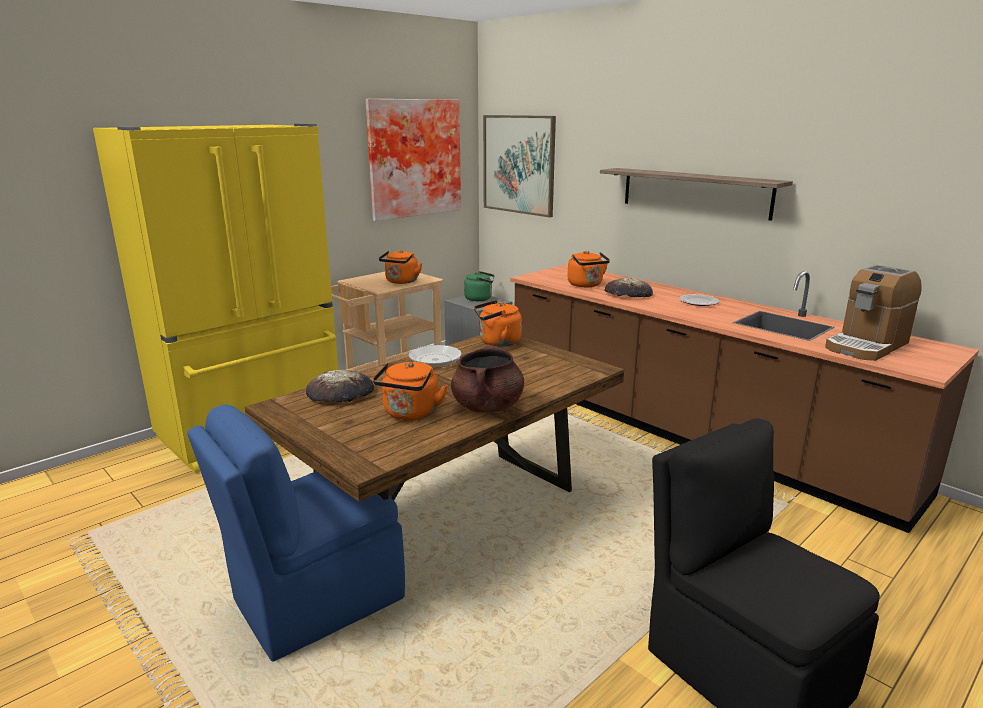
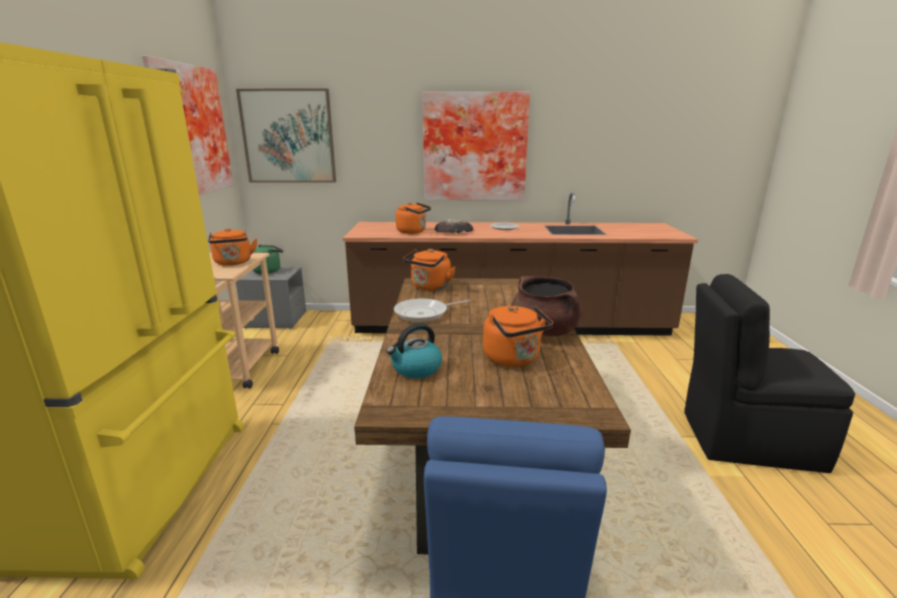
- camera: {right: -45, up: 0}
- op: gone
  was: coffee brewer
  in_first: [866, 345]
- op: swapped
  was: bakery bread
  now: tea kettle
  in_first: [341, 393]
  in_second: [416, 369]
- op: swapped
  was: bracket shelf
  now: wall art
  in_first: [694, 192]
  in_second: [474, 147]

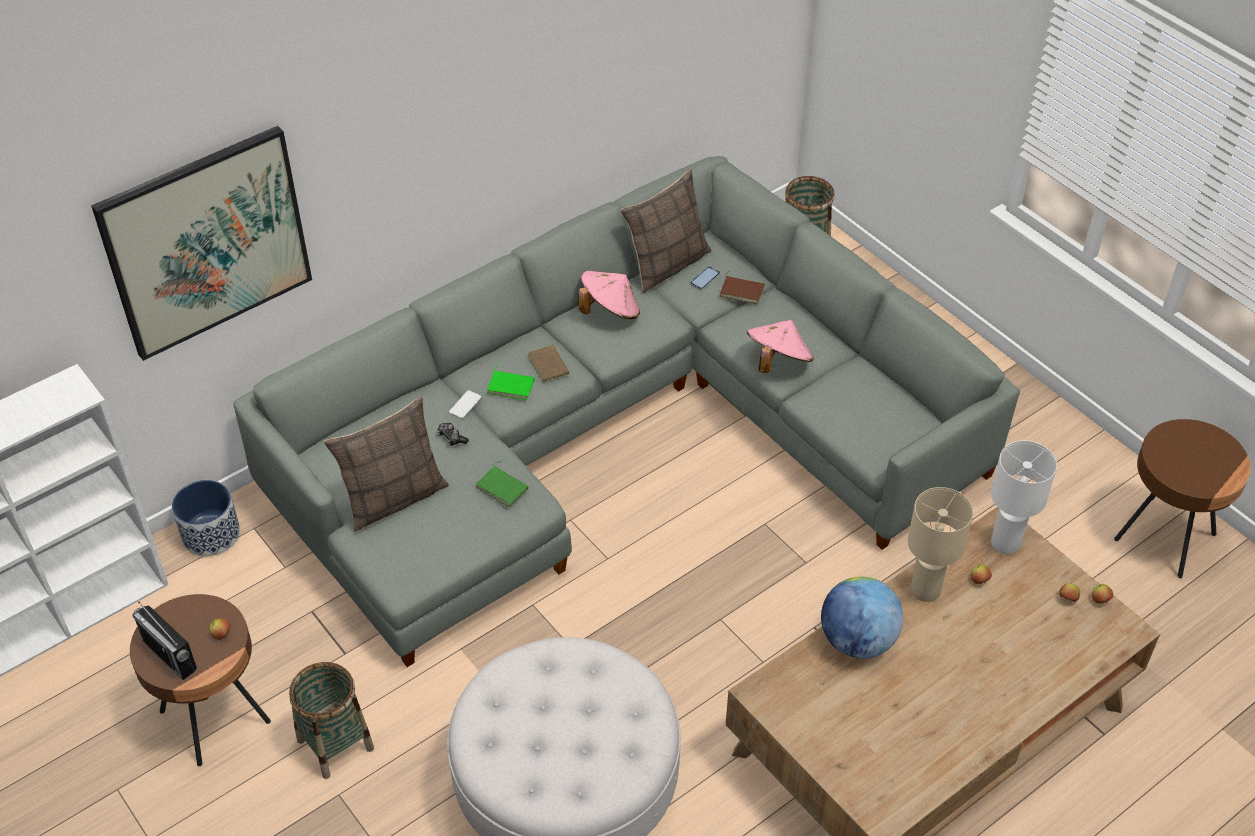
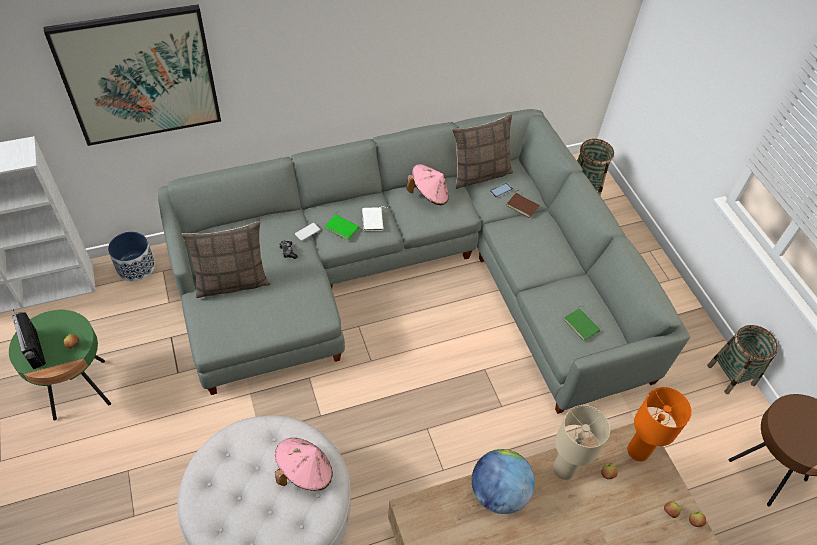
- camera: {right: 15, up: 5}
- op: shifted
  was: storage basket
  in_first: [335, 744]
  in_second: [731, 374]
- op: shifted
  was: book (green-coloured)
  in_first: [503, 487]
  in_second: [582, 325]
- op: shifted
  was: clothing hat (pink-coloured)
  in_first: [778, 361]
  in_second: [304, 471]
- op: repainted
  was: end table (brownish)
  now: end table (green-coloured)
  in_first: [215, 717]
  in_second: [80, 389]
- op: repainted
  was: book (brownish)
  now: book (white-coloured)
  in_first: [550, 365]
  in_second: [373, 220]
- op: repainted
  was: tabletop lamp (white-coloured)
  now: tabletop lamp (orange-coloured)
  in_first: [1004, 543]
  in_second: [637, 451]

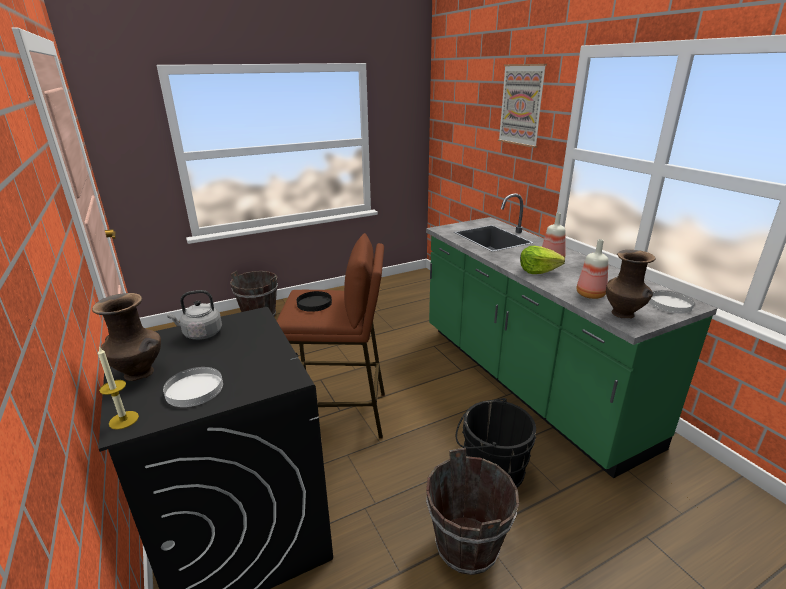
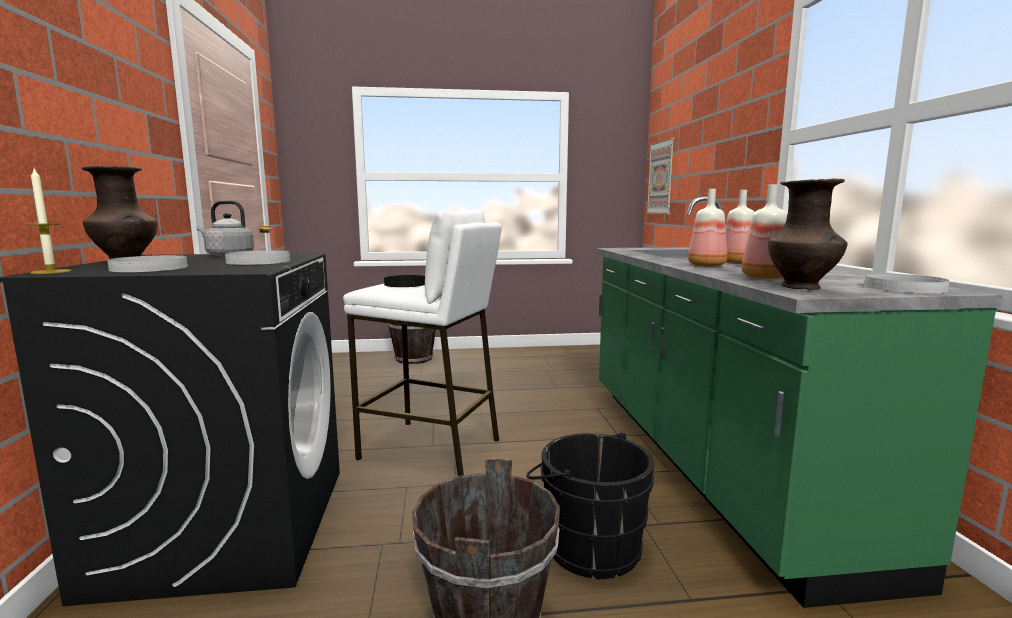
- camera: {right: 20, up: -15}
- op: new
  now: plate (white-coloured)
  in_second: [258, 261]
- op: shifted
  was: wall art
  in_first: [521, 105]
  in_second: [661, 178]
- op: swapped
  was: lettuce head
  now: bottle
  in_first: [538, 271]
  in_second: [705, 265]
- op: repainted
  was: stool (brownish)
  now: stool (white-coloured)
  in_first: [341, 415]
  in_second: [431, 449]

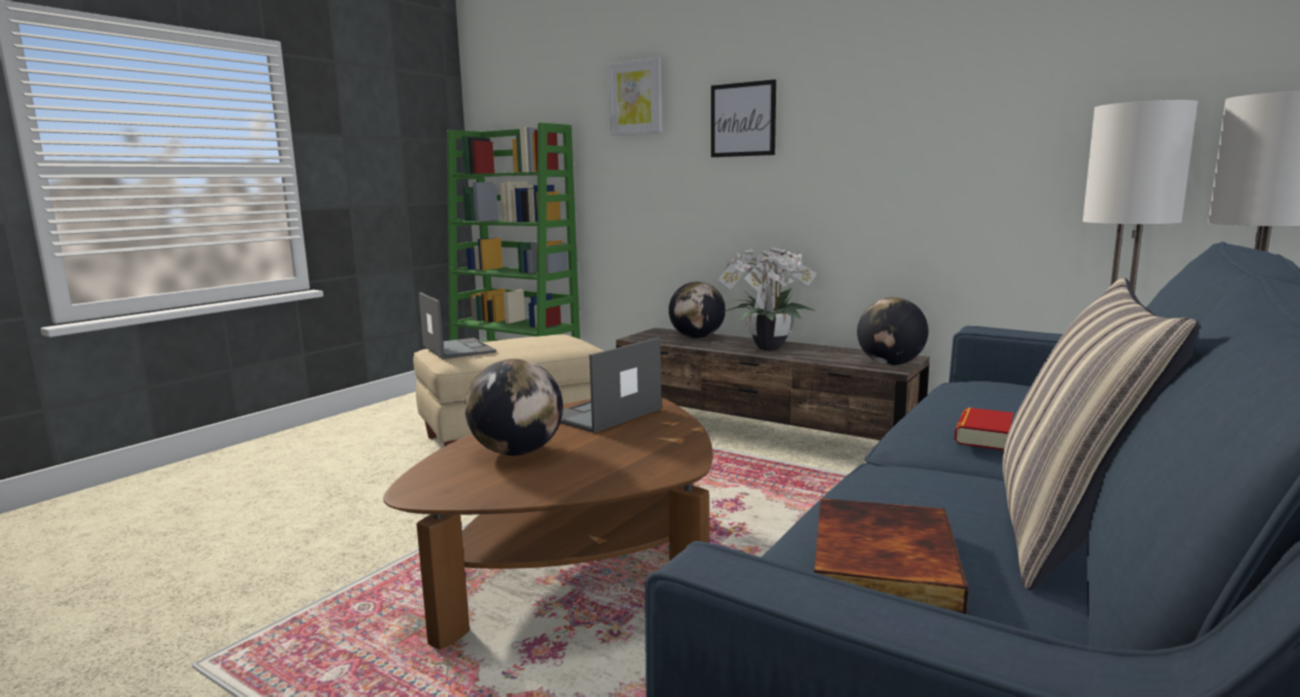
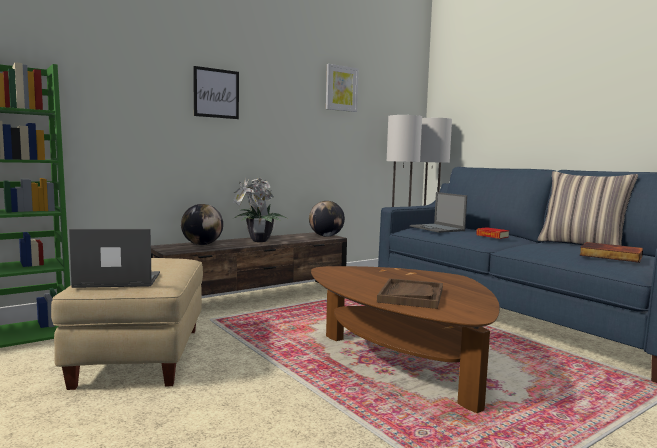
- camera: {right: -70, up: -5}
- op: shifted
  was: notebook computer
  in_first: [603, 414]
  in_second: [437, 228]
- op: shifted
  was: wall art
  in_first: [636, 98]
  in_second: [341, 88]
- op: swapped
  was: desk globe
  now: tray (brownish)
  in_first: [517, 452]
  in_second: [411, 295]

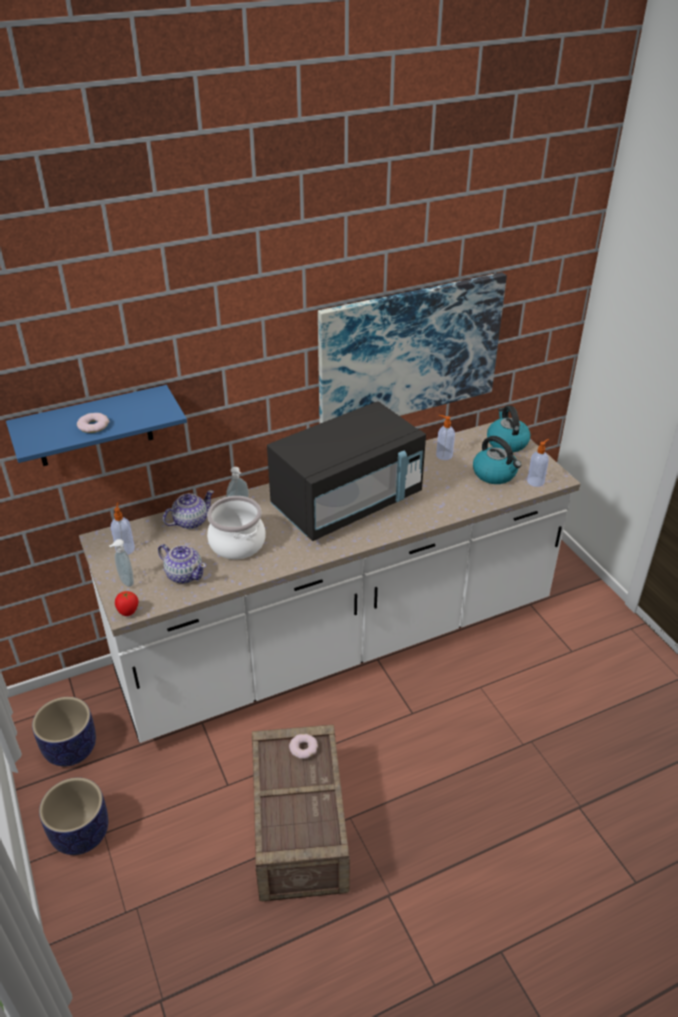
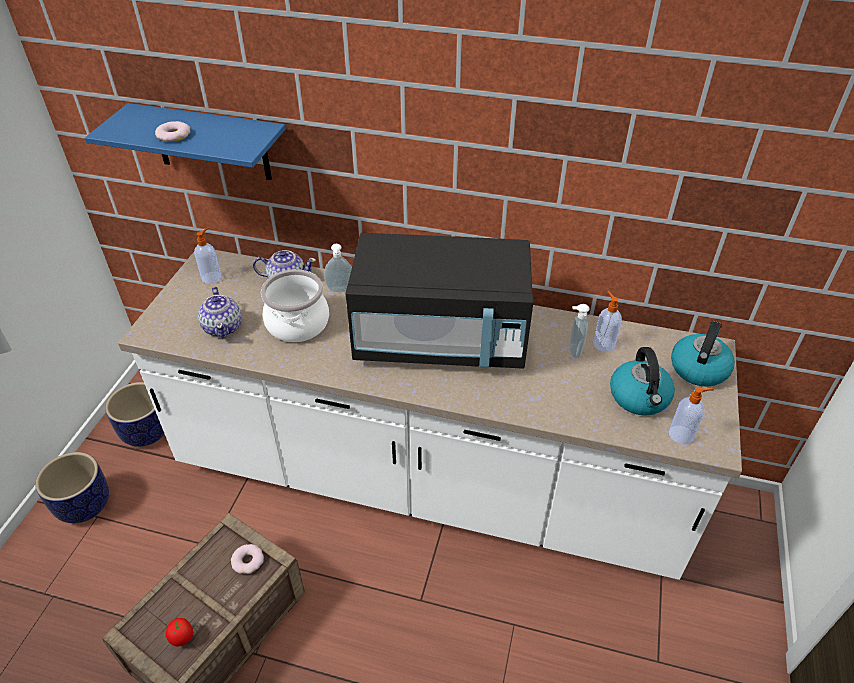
- camera: {right: 40, up: 5}
- op: gone
  was: wall art
  in_first: [409, 352]
- op: shifted
  was: soap dispenser
  in_first: [125, 582]
  in_second: [573, 351]
- op: shifted
  was: tomato
  in_first: [128, 612]
  in_second: [183, 639]

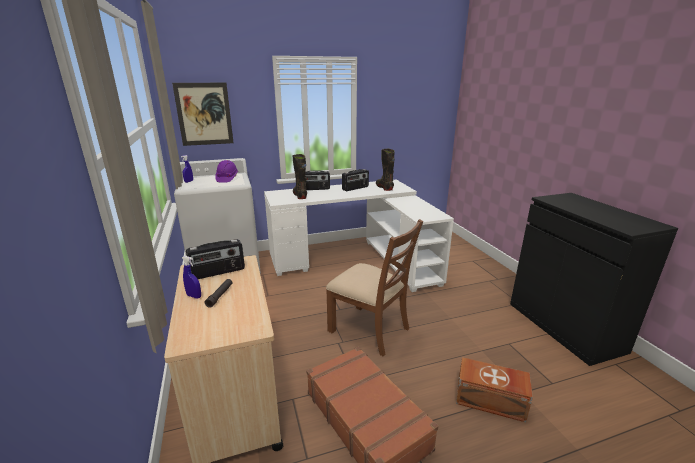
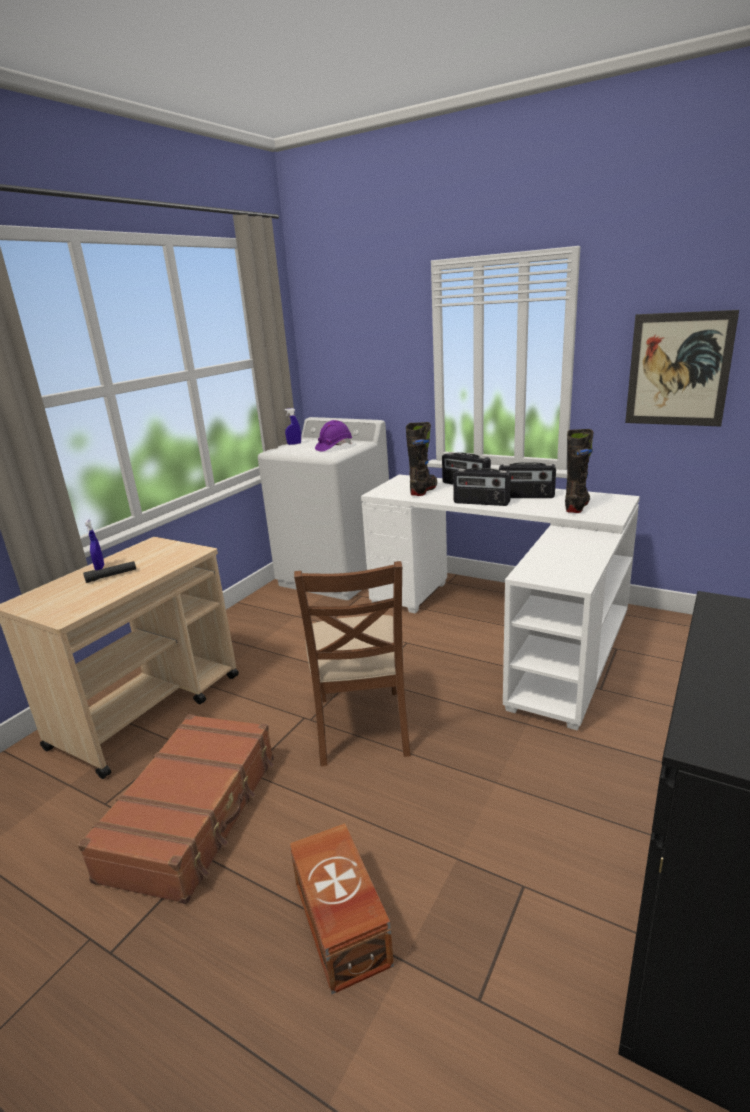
- camera: {right: 50, up: 0}
- op: shifted
  was: wall art
  in_first: [204, 114]
  in_second: [678, 370]
- op: shifted
  was: radio set
  in_first: [218, 272]
  in_second: [481, 503]

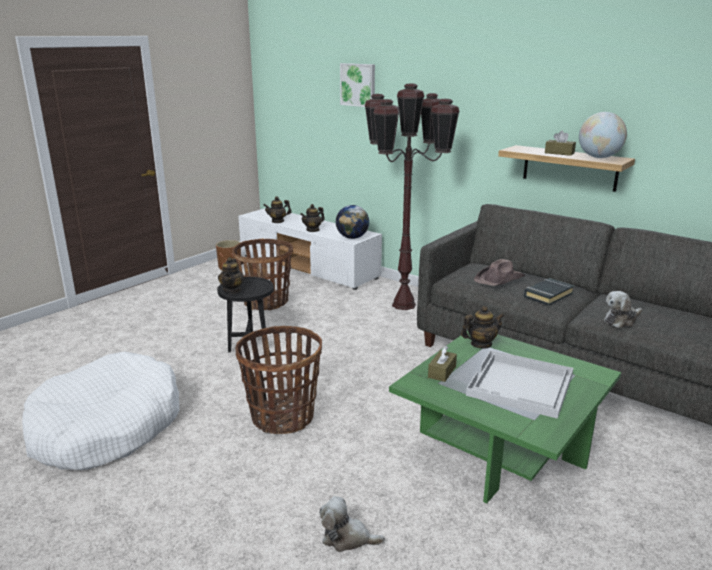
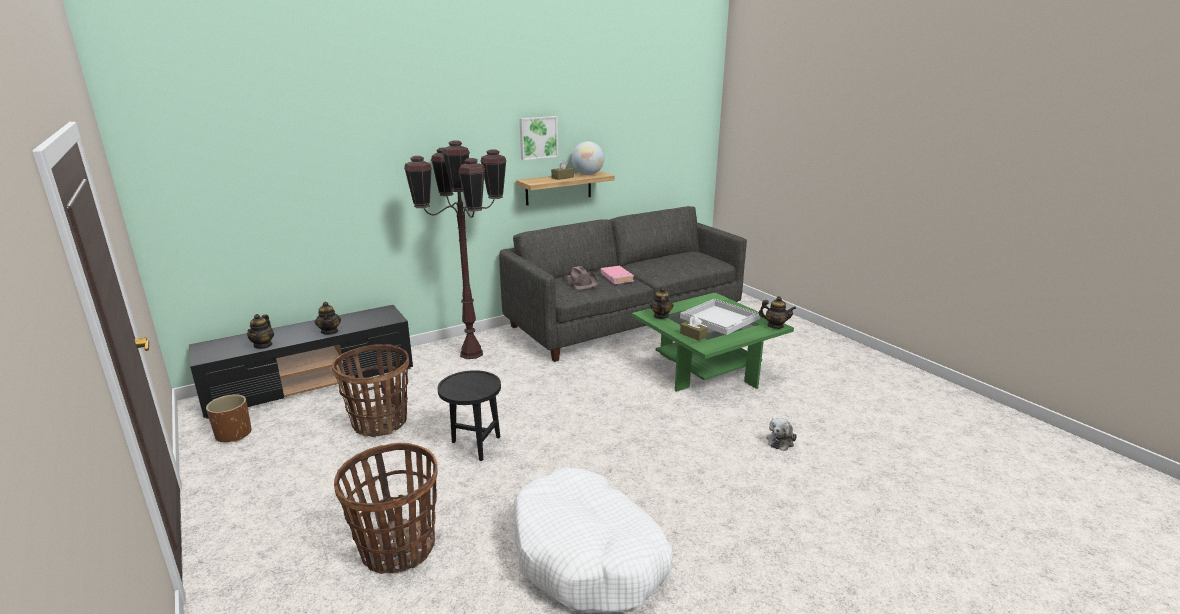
- camera: {right: -70, up: 0}
- op: gone
  was: desk globe
  in_first: [352, 237]
- op: gone
  was: soft toy
  in_first: [621, 320]
- op: shifted
  was: teapot
  in_first: [232, 290]
  in_second: [775, 326]
- op: shifted
  was: storage basket
  in_first: [282, 417]
  in_second: [397, 549]
- op: shifted
  was: wall art
  in_first: [358, 85]
  in_second: [538, 137]
- op: repainted
  was: tv unit (white-coloured)
  now: tv unit (black)
  in_first: [309, 267]
  in_second: [313, 382]
- op: repainted
  was: book (black)
  now: book (pink-coloured)
  in_first: [547, 295]
  in_second: [616, 277]

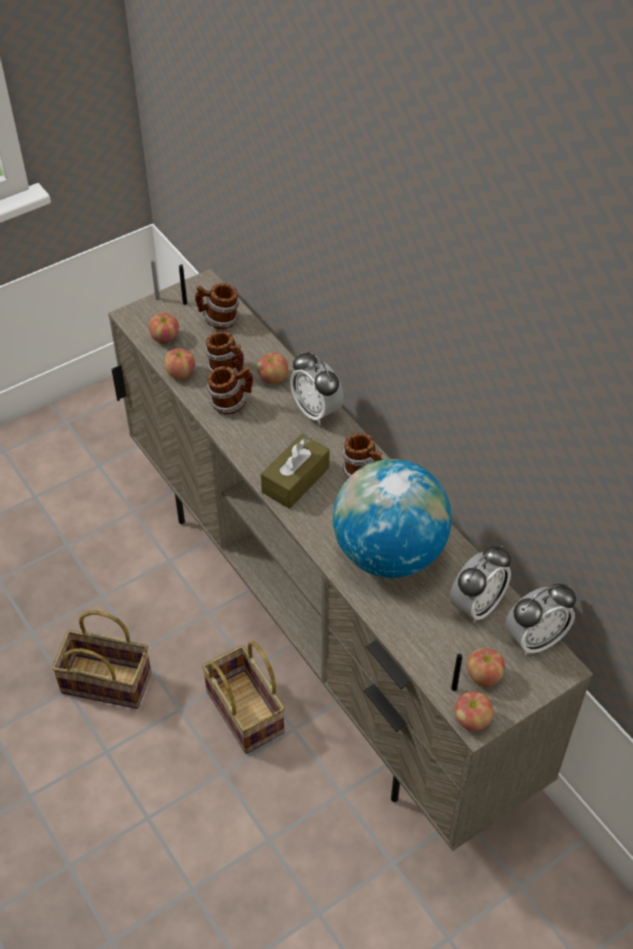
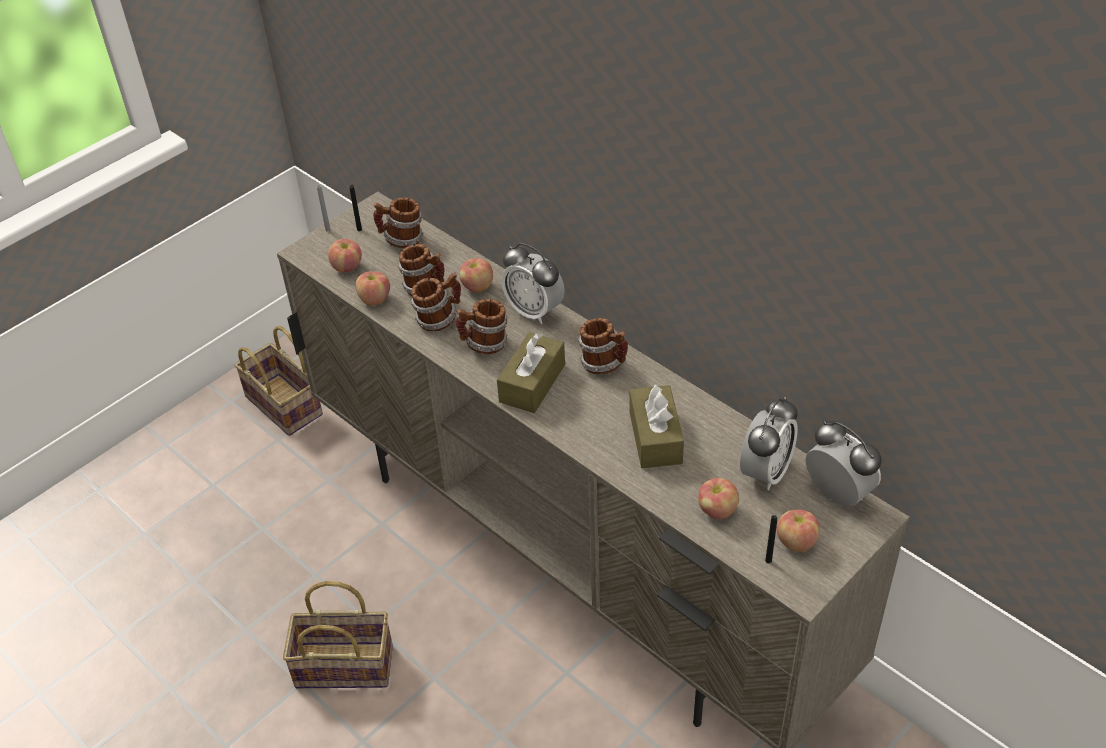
- camera: {right: -10, up: -5}
- op: new
  now: mug
  in_second: [484, 345]
- op: shifted
  was: storage basket
  in_first: [247, 712]
  in_second: [286, 406]
- op: shifted
  was: apple fruit
  in_first: [472, 720]
  in_second: [717, 510]
- op: swapped
  was: desk globe
  now: tissue box (brownish)
  in_first: [389, 553]
  in_second: [655, 437]
- op: rotated
  was: table clock
  in_first: [535, 639]
  in_second: [838, 494]
  clockwise: -90

